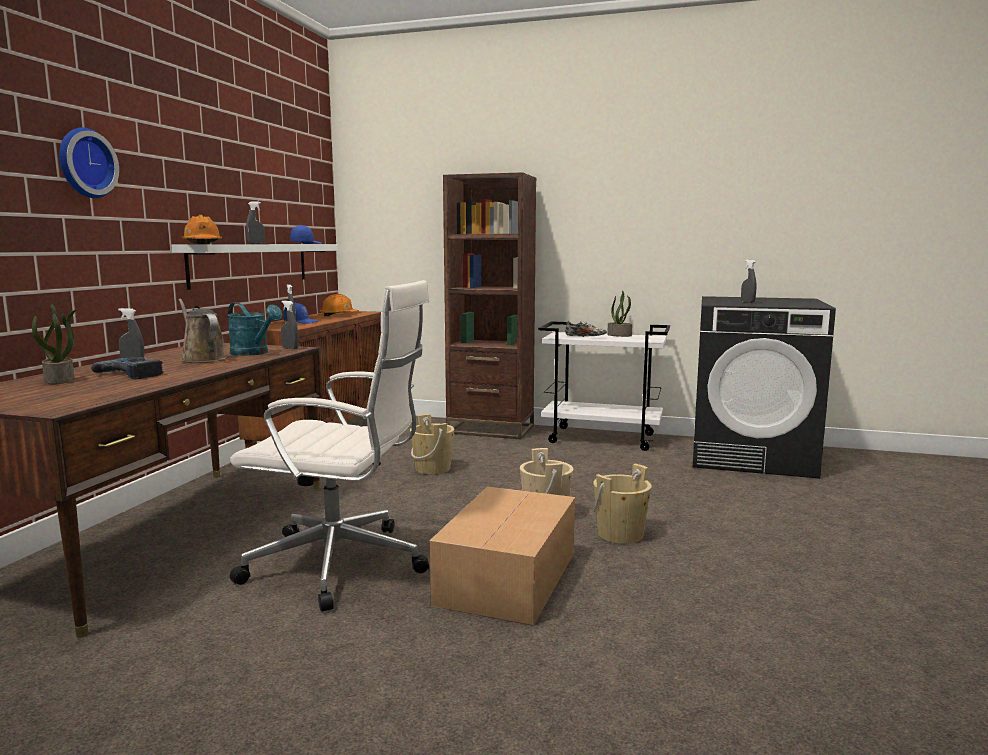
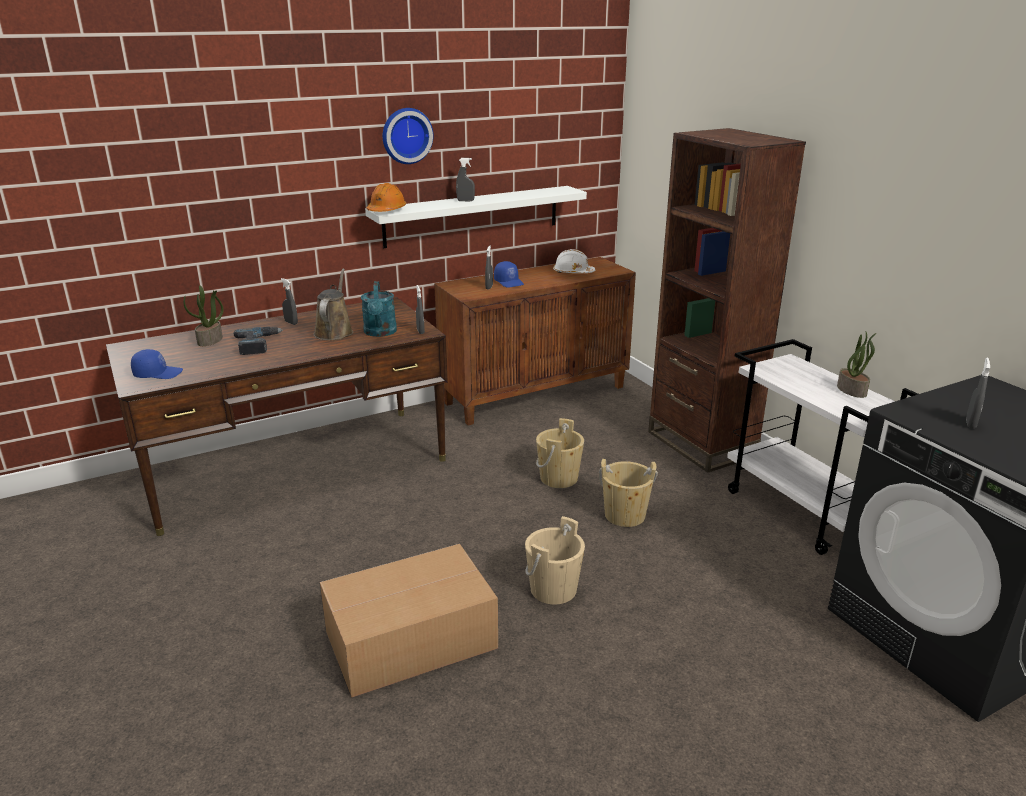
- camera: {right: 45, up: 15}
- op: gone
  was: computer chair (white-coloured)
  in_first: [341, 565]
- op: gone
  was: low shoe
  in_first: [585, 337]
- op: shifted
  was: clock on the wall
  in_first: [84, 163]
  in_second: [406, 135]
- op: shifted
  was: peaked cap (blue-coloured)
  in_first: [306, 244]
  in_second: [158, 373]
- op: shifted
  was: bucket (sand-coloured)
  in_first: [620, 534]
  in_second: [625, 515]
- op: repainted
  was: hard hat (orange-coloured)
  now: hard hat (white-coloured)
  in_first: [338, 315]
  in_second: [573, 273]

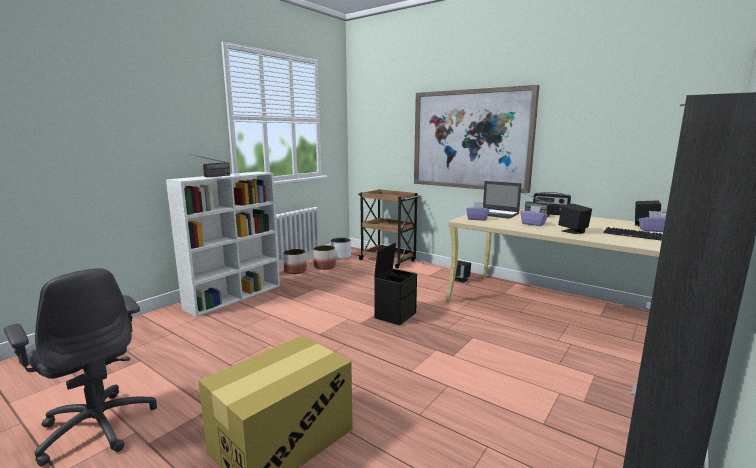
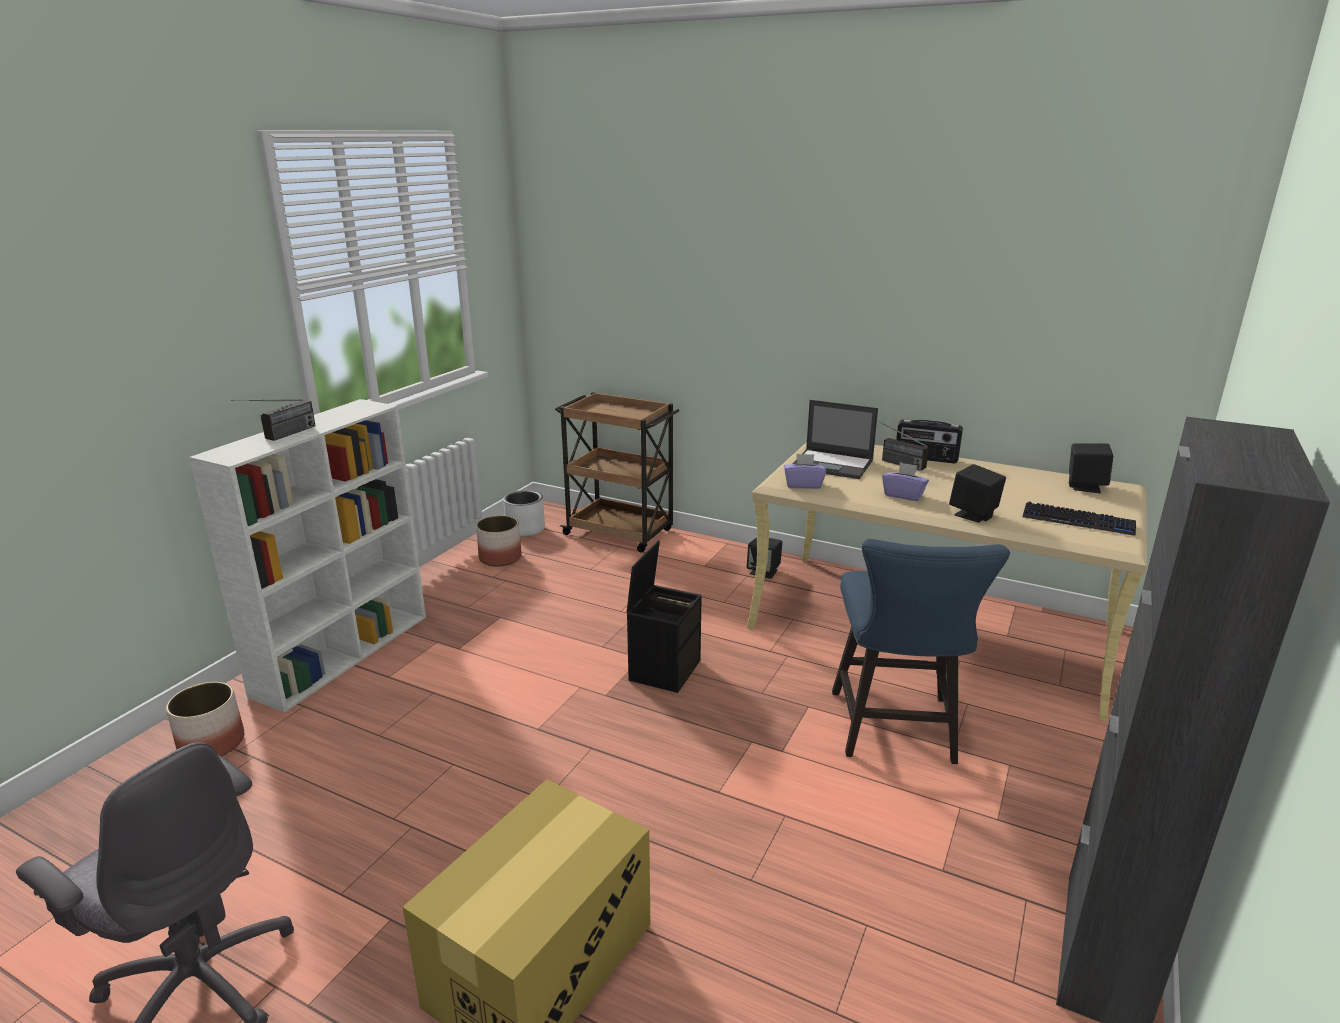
- camera: {right: -10, up: 10}
- op: gone
  was: wall art
  in_first: [471, 139]
- op: gone
  was: tissue box (purple)
  in_first: [652, 230]
- op: new
  now: upright chair (blue-coloured)
  in_second: [895, 733]
- op: shifted
  was: planter
  in_first: [295, 271]
  in_second: [211, 744]

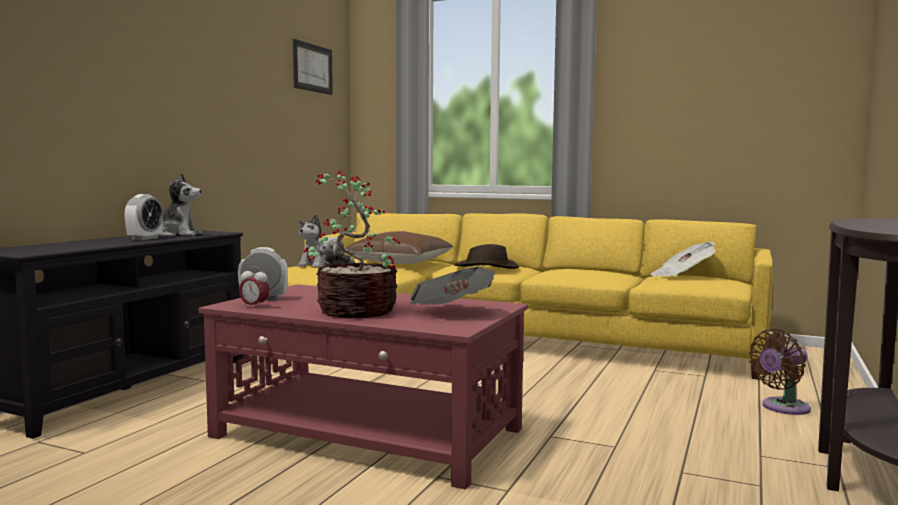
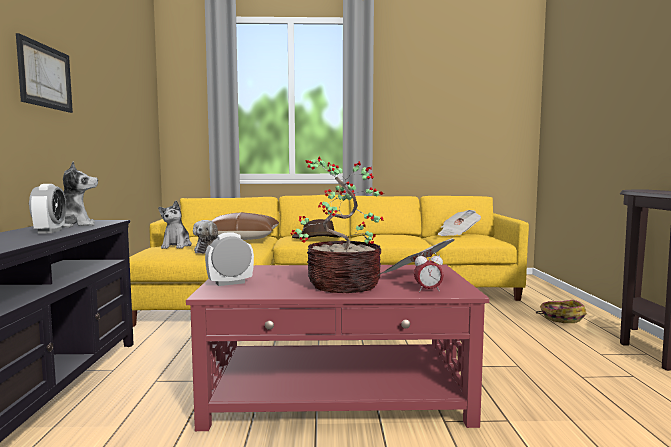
- camera: {right: -25, up: 0}
- op: shifted
  was: table clock
  in_first: [254, 307]
  in_second: [428, 290]
- op: shifted
  was: wall art
  in_first: [312, 68]
  in_second: [45, 76]
- op: swapped
  was: fan (brownish)
  now: storage basket
  in_first: [782, 408]
  in_second: [560, 318]

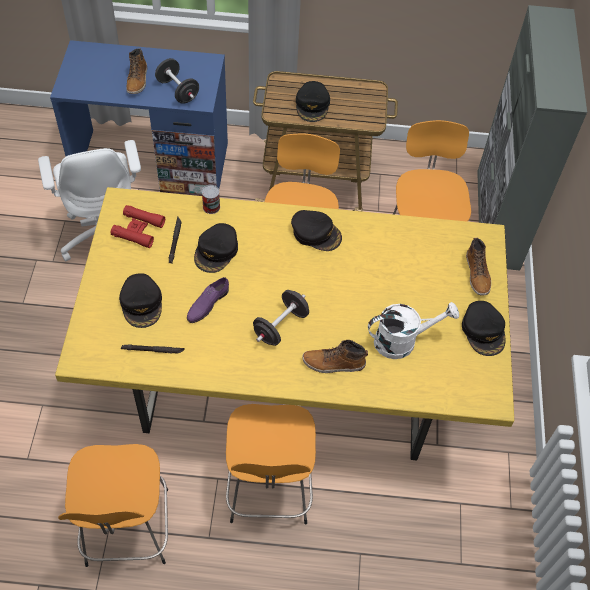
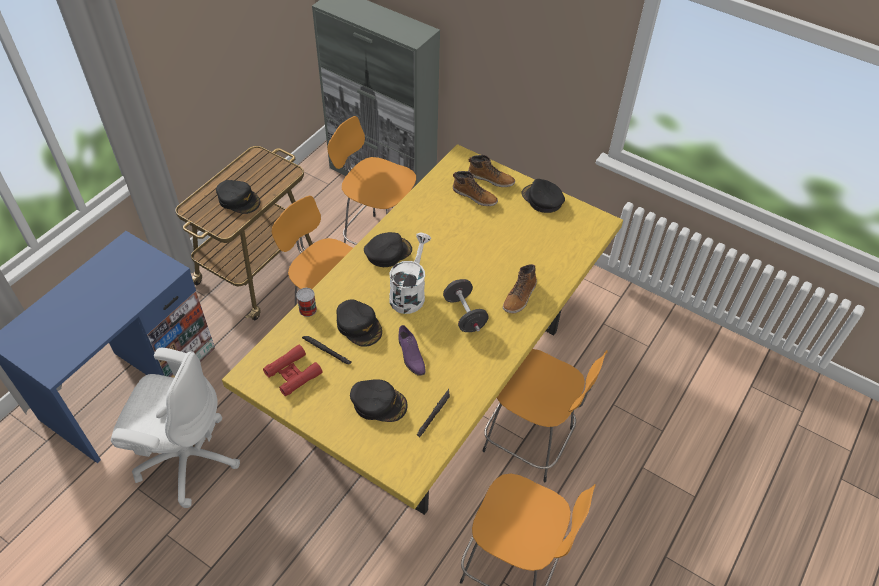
- camera: {right: -60, up: -5}
- op: gone
  was: free weight (black)
  in_first: [178, 91]
- op: shifted
  was: high-top boot
  in_first: [137, 80]
  in_second: [475, 196]
- op: shifted
  was: watering can (white-coloured)
  in_first: [402, 340]
  in_second: [409, 293]
- op: rotated
  was: peaked cap (black)
  in_first: [483, 331]
  in_second: [542, 199]
  clockwise: -150

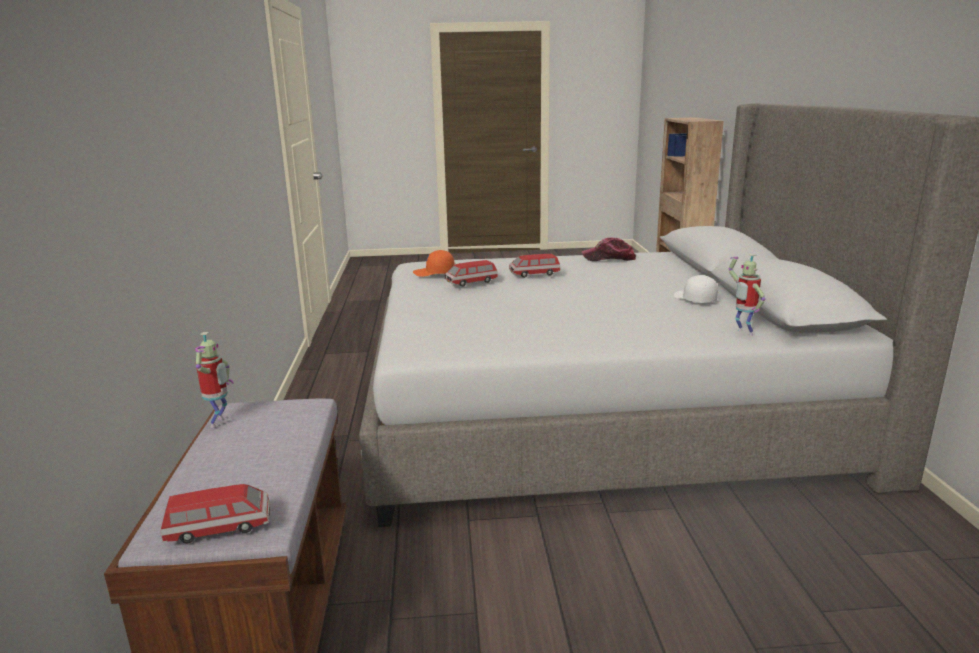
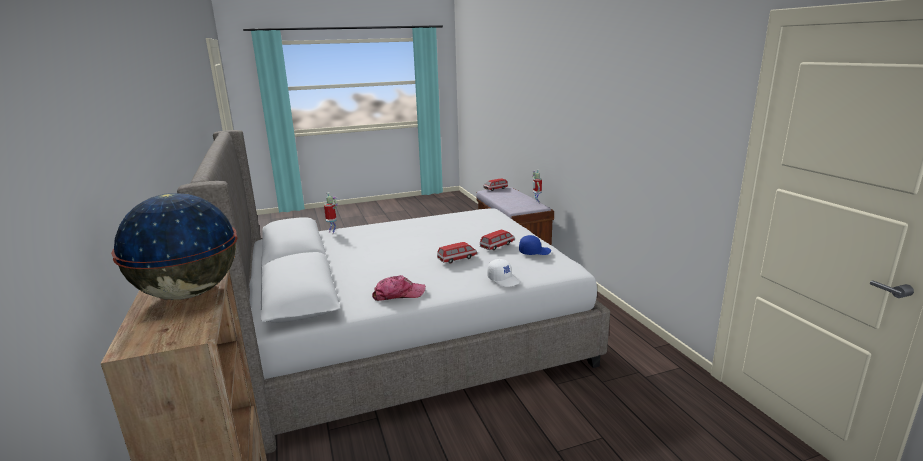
- camera: {right: 165, up: 0}
- op: new
  now: desk globe
  in_second: [188, 293]
- op: shifted
  was: peaked cap (white-coloured)
  in_first: [694, 299]
  in_second: [503, 280]
- op: repainted
  was: peaked cap (orange-coloured)
  now: peaked cap (blue-coloured)
  in_first: [434, 273]
  in_second: [534, 252]

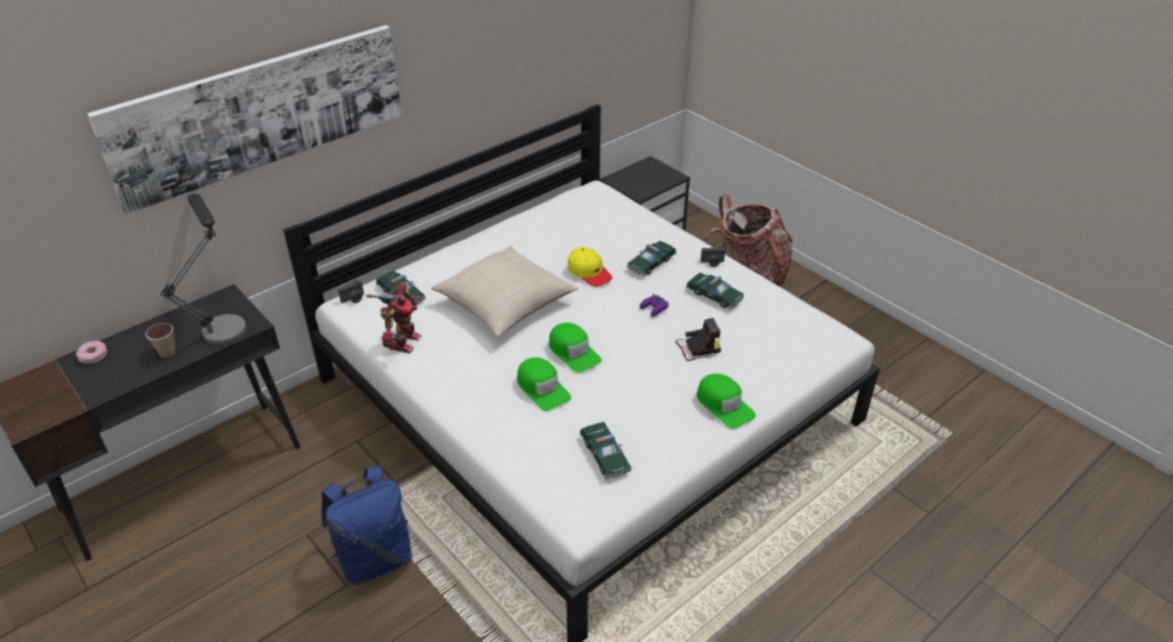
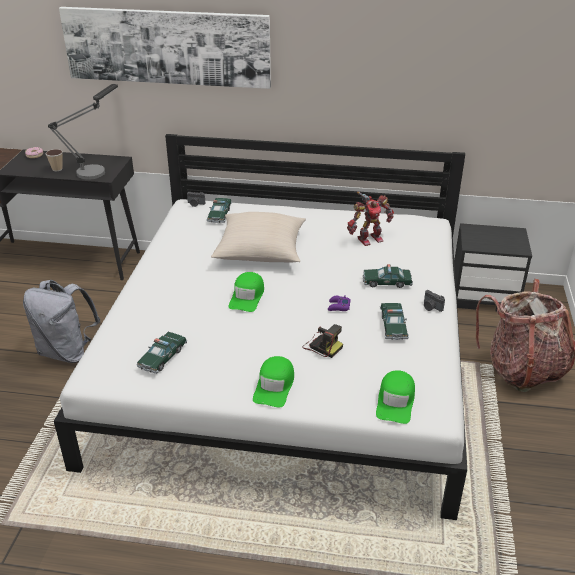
- camera: {right: 50, up: -5}
- op: gone
  was: peaked cap (yellow)
  in_first: [589, 272]
- op: shifted
  was: robot figure
  in_first: [403, 342]
  in_second: [369, 238]
- op: shifted
  was: peaked cap (green-coloured)
  in_first: [542, 388]
  in_second: [395, 401]
- op: repainted
  was: rucksack (blue-coloured)
  now: rucksack (grey)
  in_first: [374, 559]
  in_second: [67, 352]

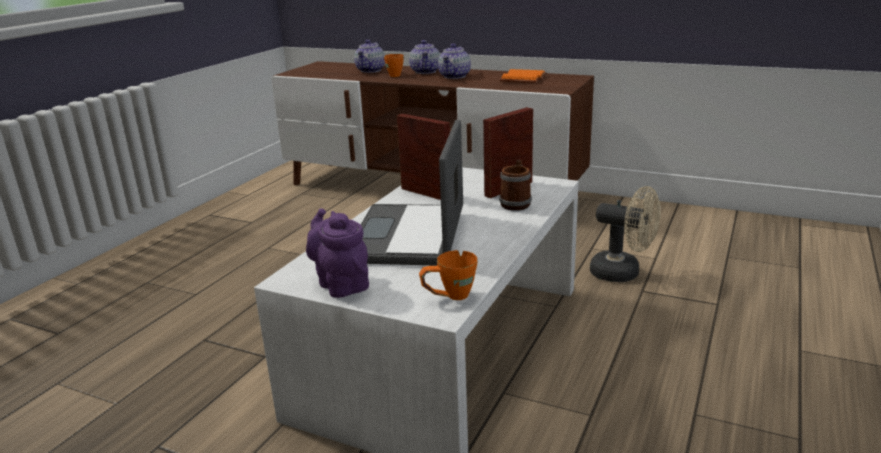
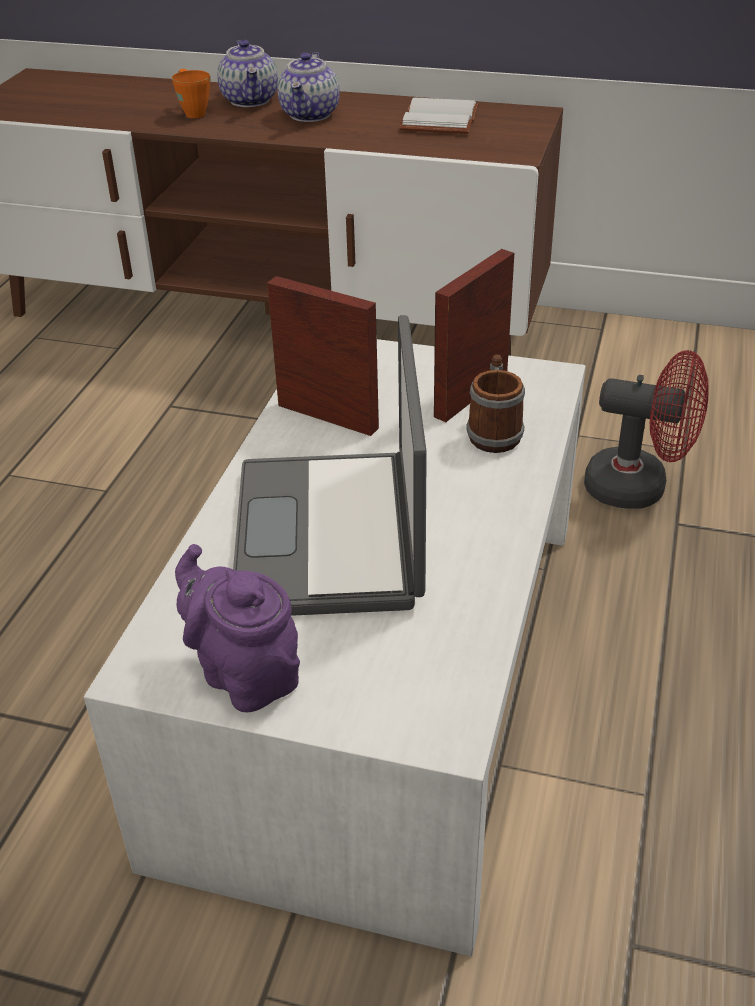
- camera: {right: -10, up: 15}
- op: gone
  was: teapot
  in_first: [371, 70]
- op: gone
  was: mug (orange-coloured)
  in_first: [449, 297]
- op: repainted
  was: book (orange-coloured)
  now: book (white-coloured)
  in_first: [524, 79]
  in_second: [442, 120]
- op: repainted
  was: fan (sand-coloured)
  now: fan (reddish)
  in_first: [623, 273]
  in_second: [639, 488]

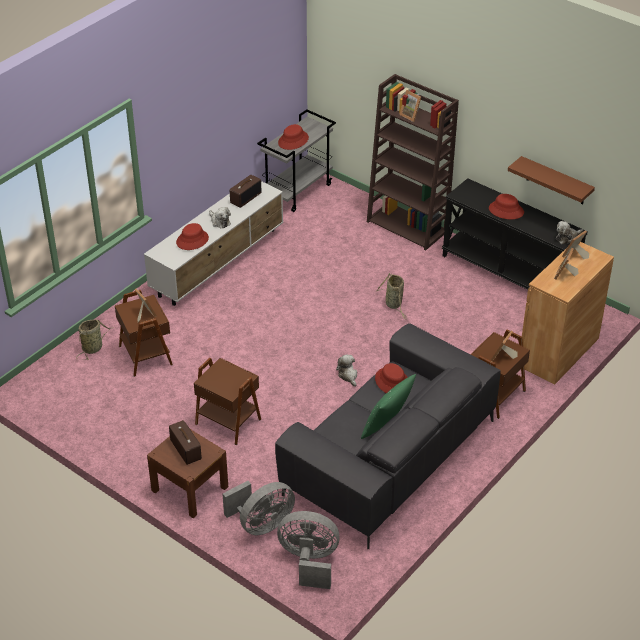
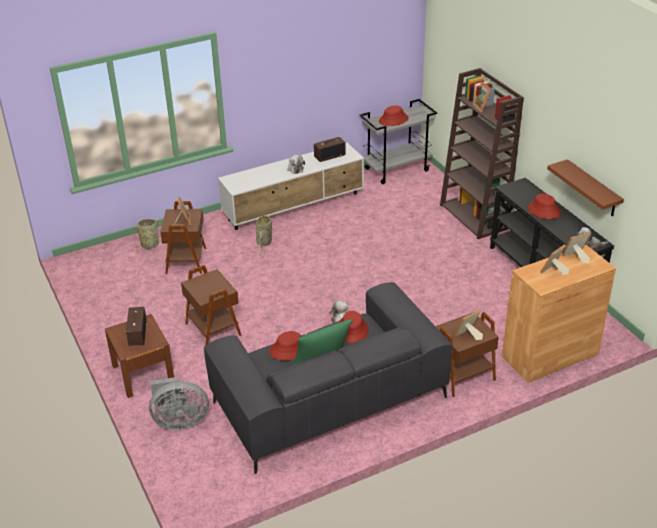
- camera: {right: 25, up: -5}
- op: gone
  was: fan (grey)
  in_first: [309, 561]
- op: shifted
  was: clothing hat (reddish)
  in_first: [192, 240]
  in_second: [289, 349]
- op: shifted
  was: storage basket
  in_first: [394, 305]
  in_second: [264, 243]

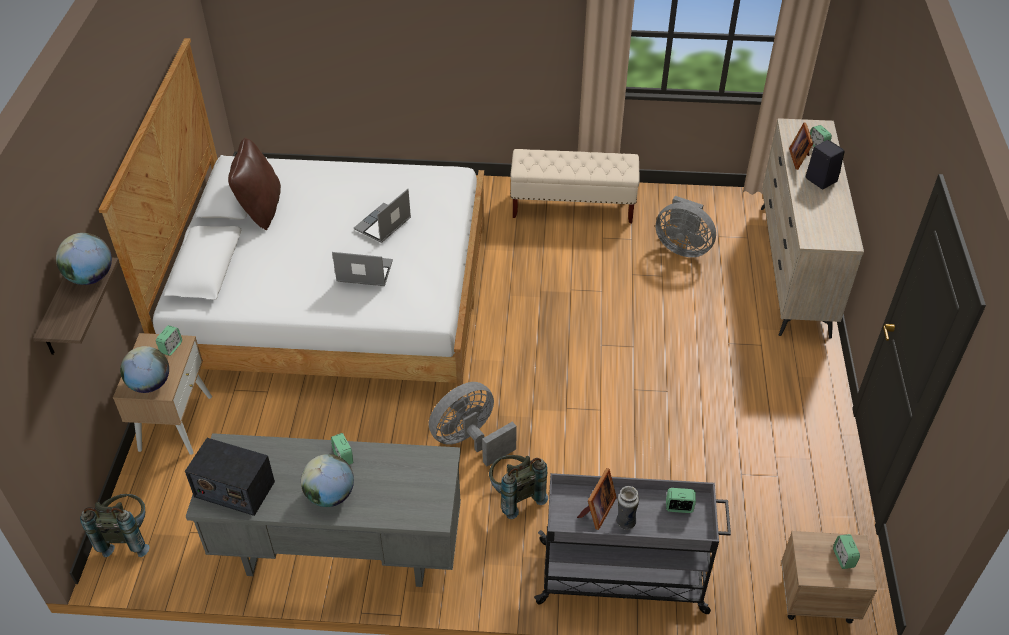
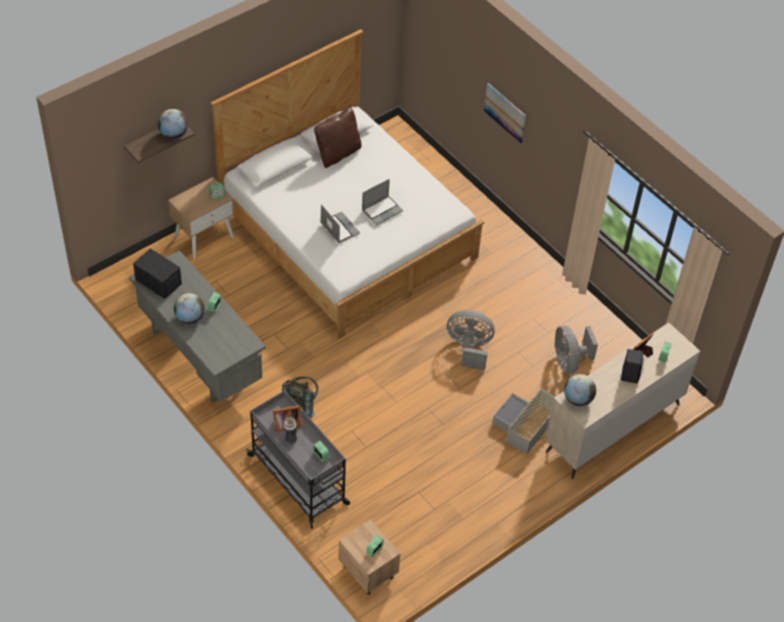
- camera: {right: 45, up: 5}
- op: gone
  was: rucksack (grey)
  in_first: [127, 536]
- op: gone
  was: indoor bench (sand-coloured)
  in_first: [573, 206]
- op: new
  now: wall art
  in_second: [505, 112]
- op: new
  now: storage box (grey)
  in_second: [525, 425]
- op: shifted
  was: desk globe
  in_first: [150, 384]
  in_second: [577, 399]
- op: shifted
  was: fan (grey)
  in_first: [470, 440]
  in_second: [469, 348]
- op: rotated
  was: radio set
  in_first: [234, 489]
  in_second: [158, 282]
  clockwise: 150
- op: rotated
  was: notebook computer
  in_first: [383, 225]
  in_second: [382, 210]
  clockwise: 150

